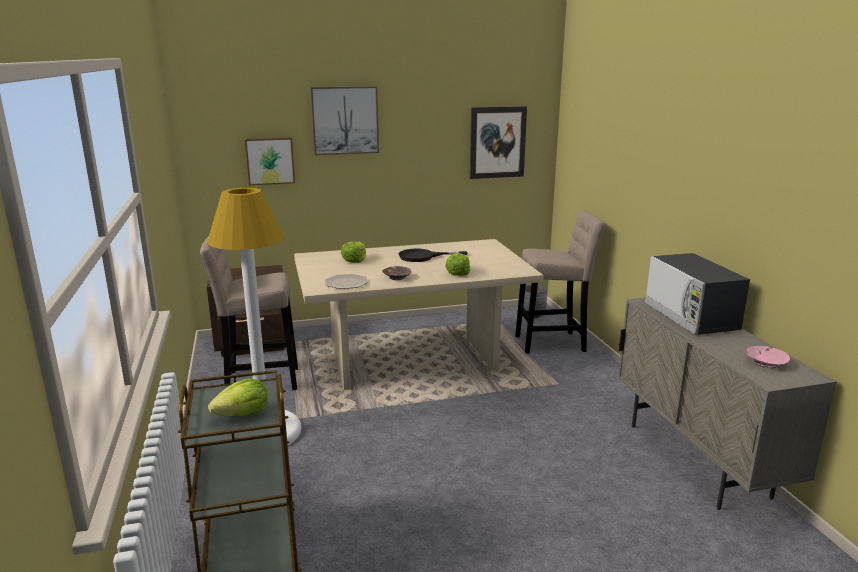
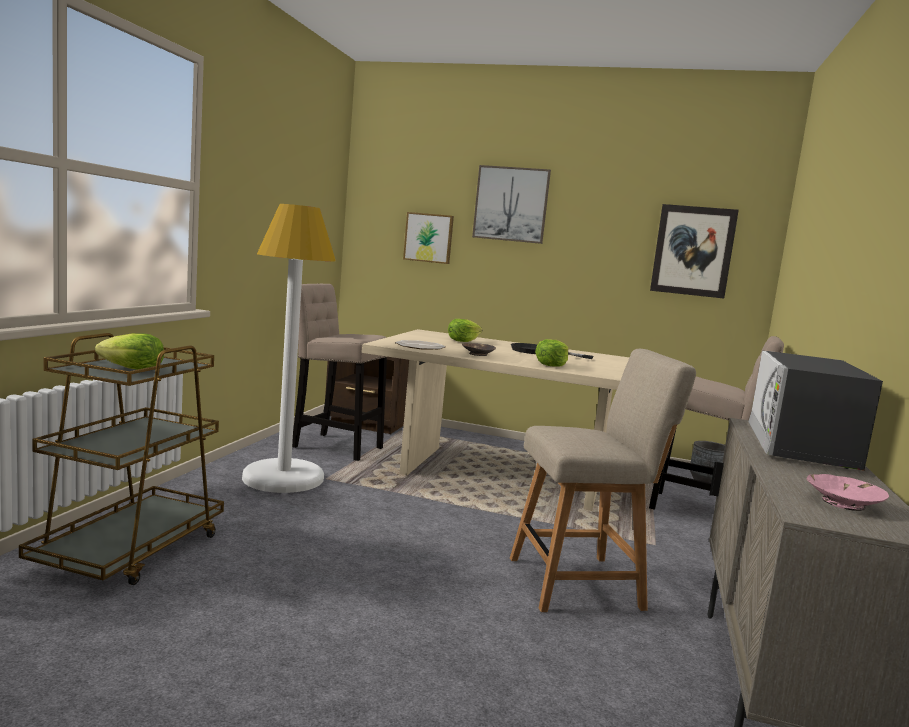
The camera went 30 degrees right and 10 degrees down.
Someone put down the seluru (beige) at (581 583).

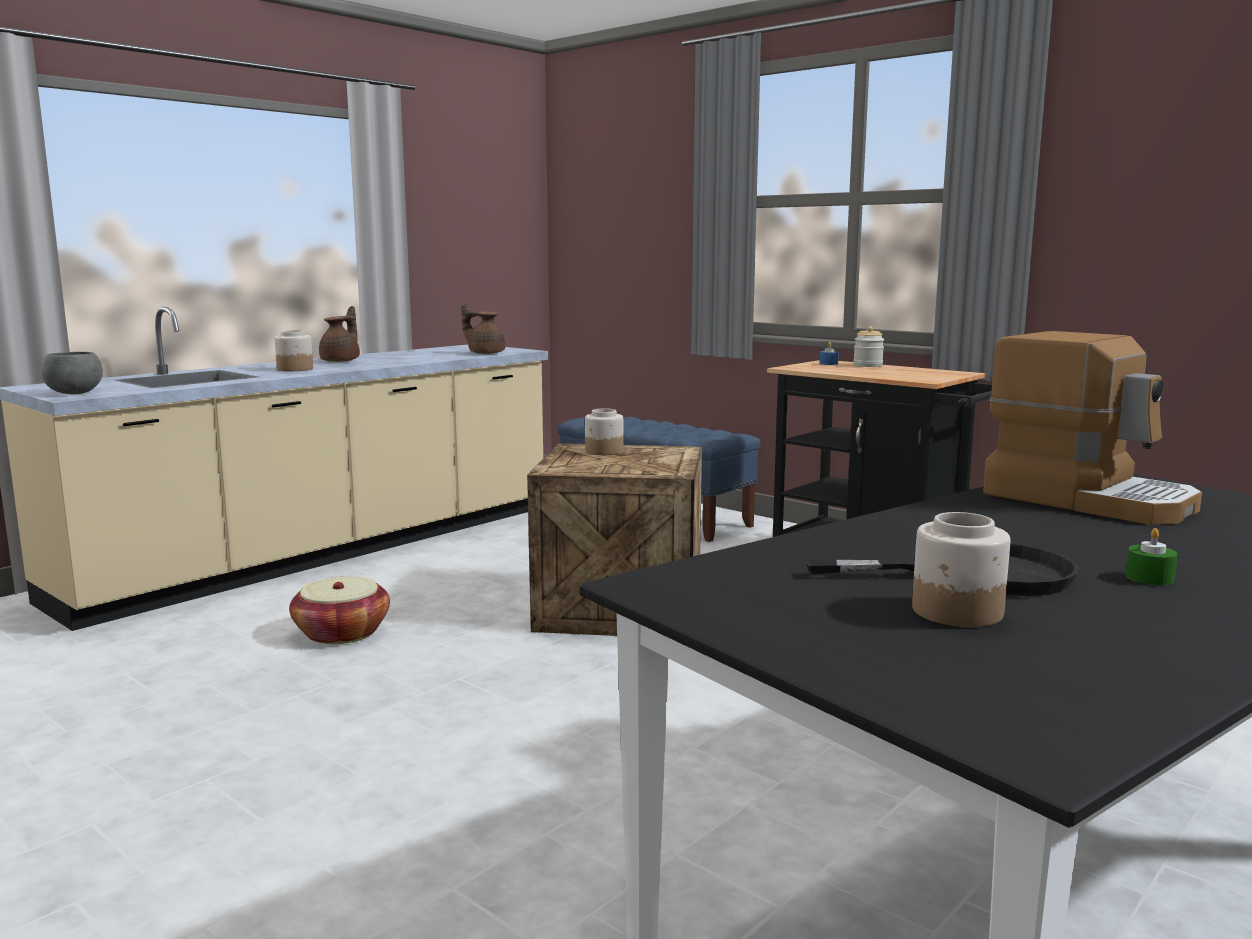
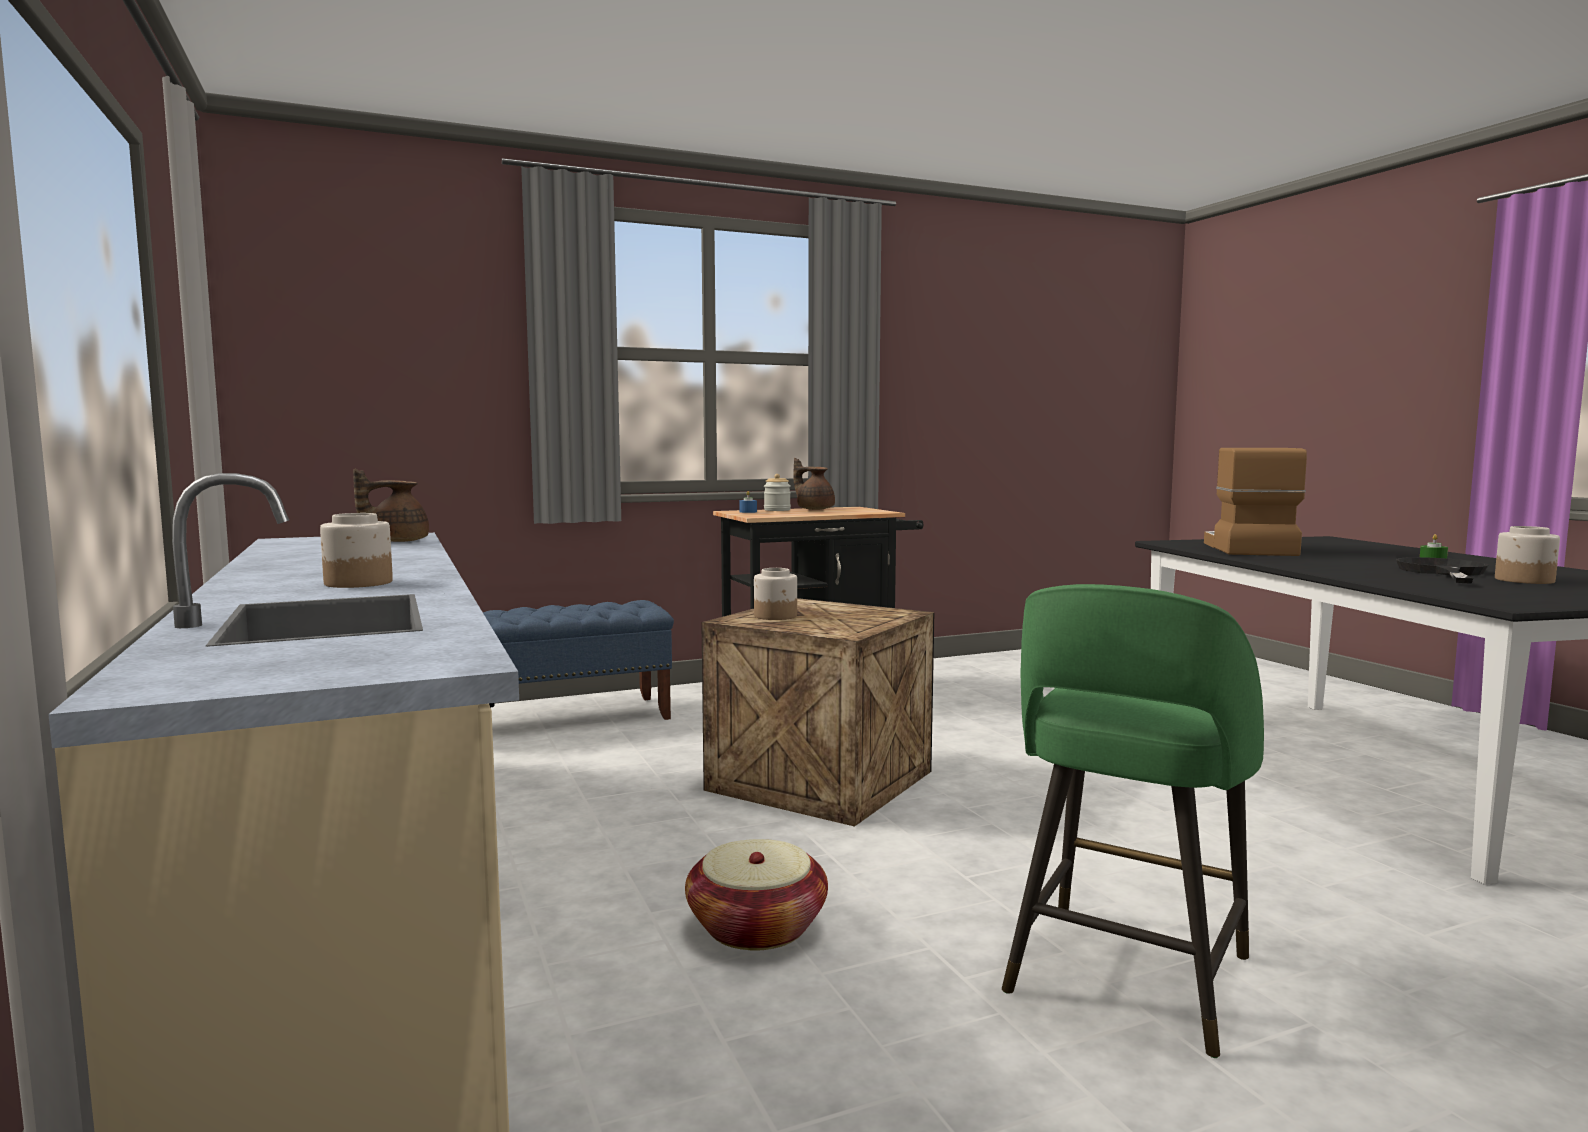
The camera went 65 degrees left and 5 degrees down.
Someone carried the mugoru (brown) from (341 361) to (814 509).
Someone rotated the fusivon at (1088 500) by 60 degrees counterclockwise.
Someone took away the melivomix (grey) at (75 394).
Someone put down the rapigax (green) at (1125 978).

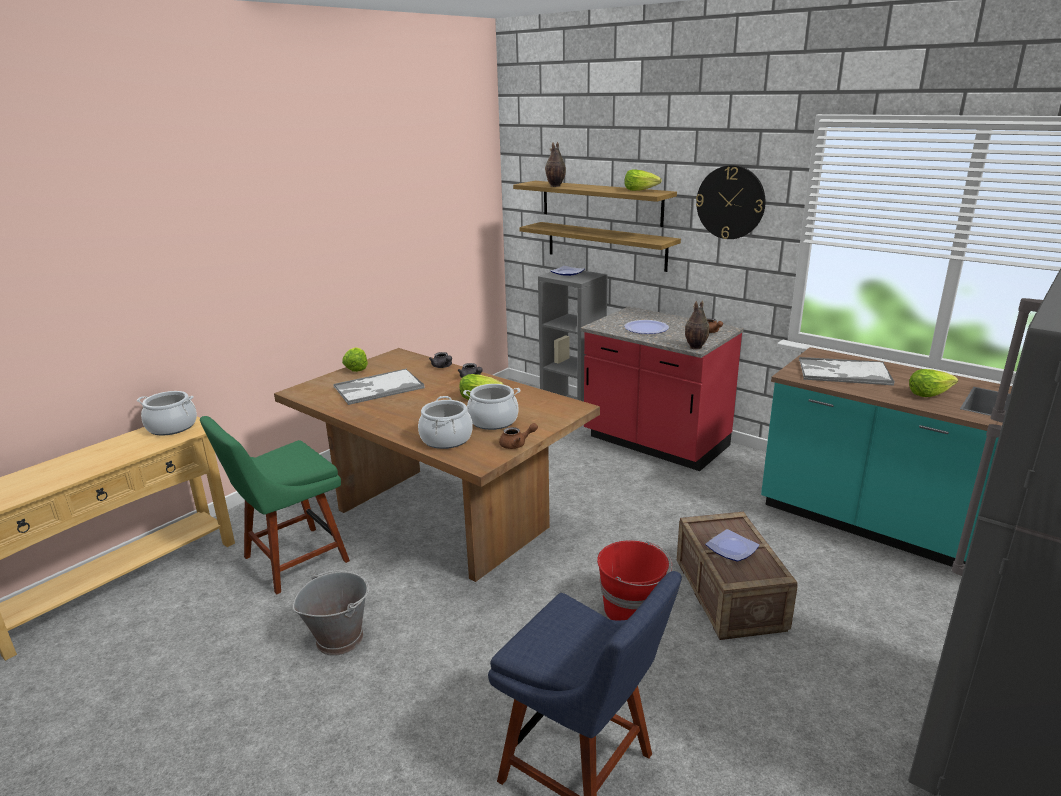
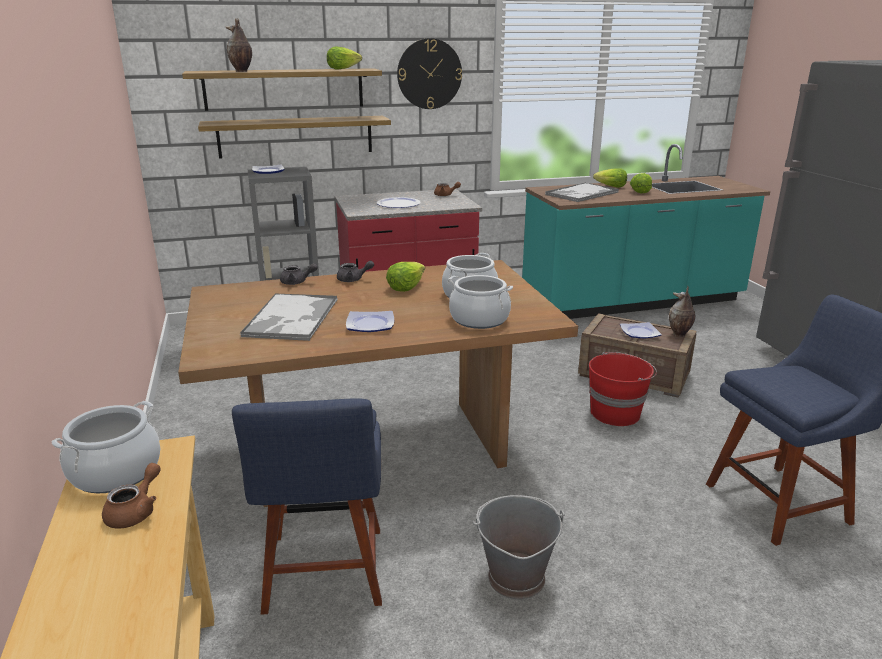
The camera went 55 degrees left and 0 degrees up.
Someone carried the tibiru from (695 347) to (679 334).
Someone carried the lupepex from (356 368) to (610 187).
Someone repainted the seluru (green) at (291 561), which became the seluru (blue) at (324 575).
Someone carried the mugoru (brown) from (516 444) to (136 512).
Someone put down the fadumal at (369 324).

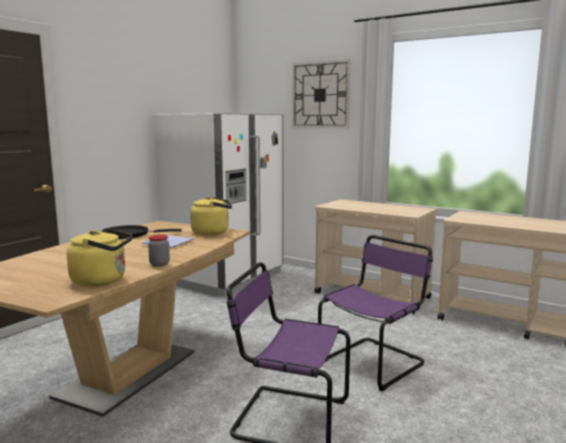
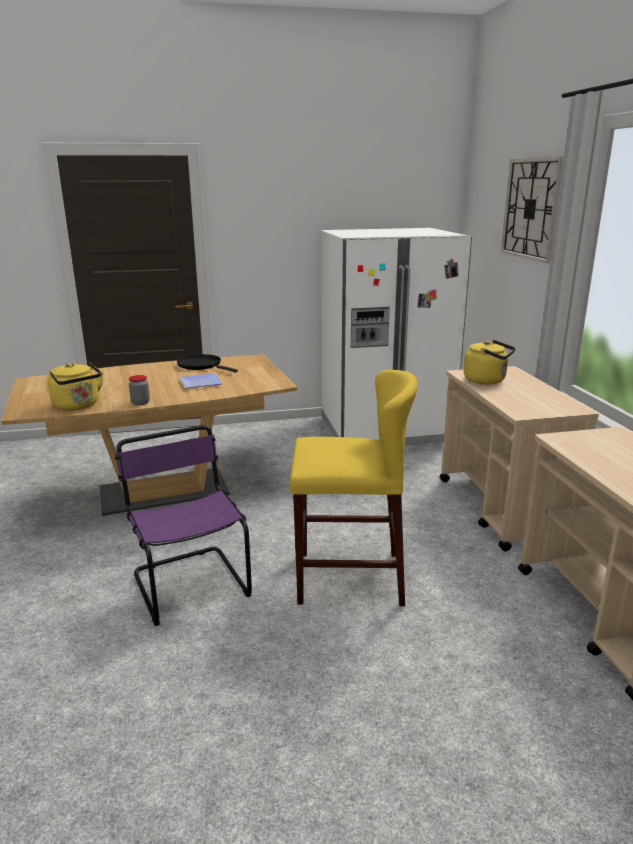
The camera went 45 degrees right and 10 degrees up.
Someone carried the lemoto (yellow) from (213 232) to (487 381).
Someone swapped the seluru (purple) at (374 362) for the rapigax (yellow) at (349 577).

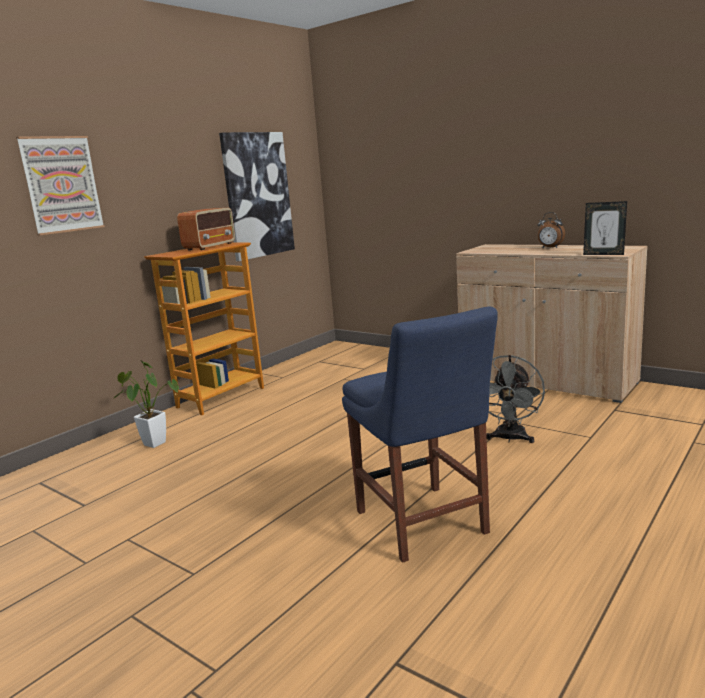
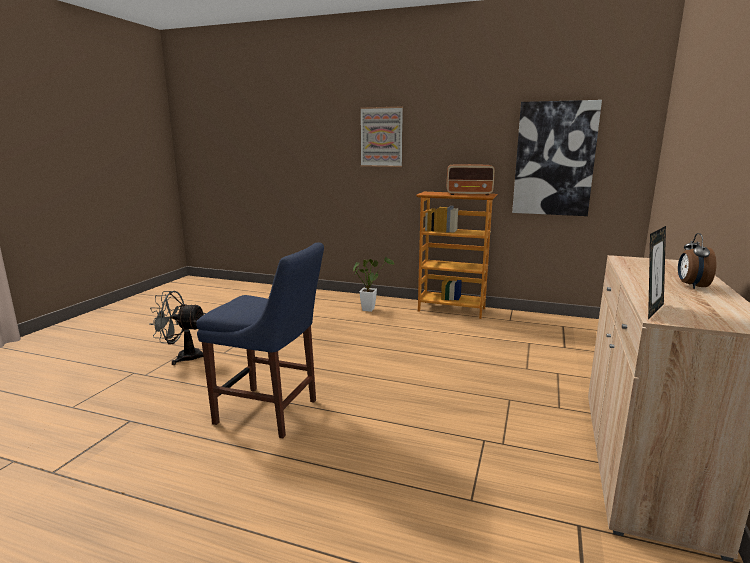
The camera went 70 degrees right and 0 degrees up.
Someone rotated the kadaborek at (603 254) by 150 degrees counterclockwise.
Someone rotated the seluru (blue) at (423 525) by 120 degrees counterclockwise.
Someone carried the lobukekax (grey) from (510 439) to (183 357).

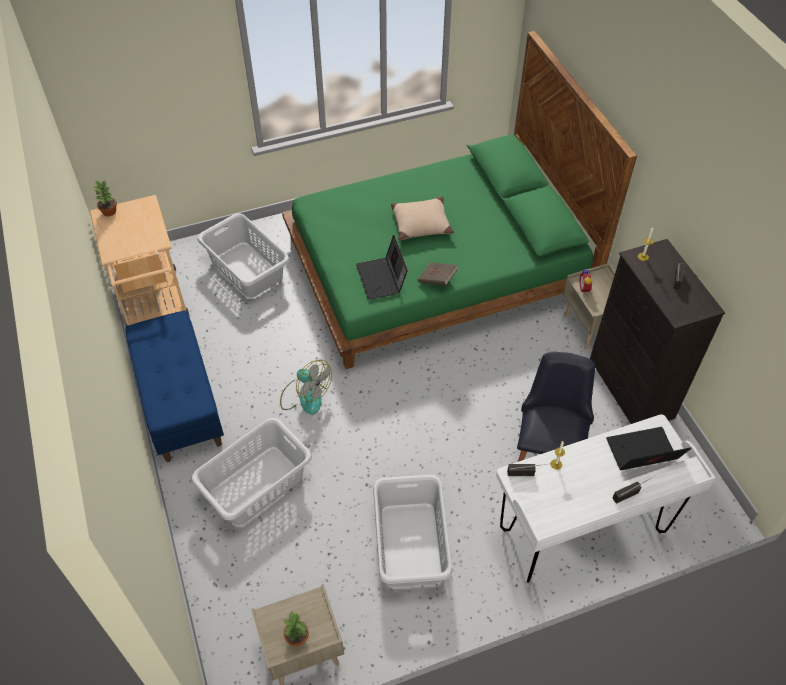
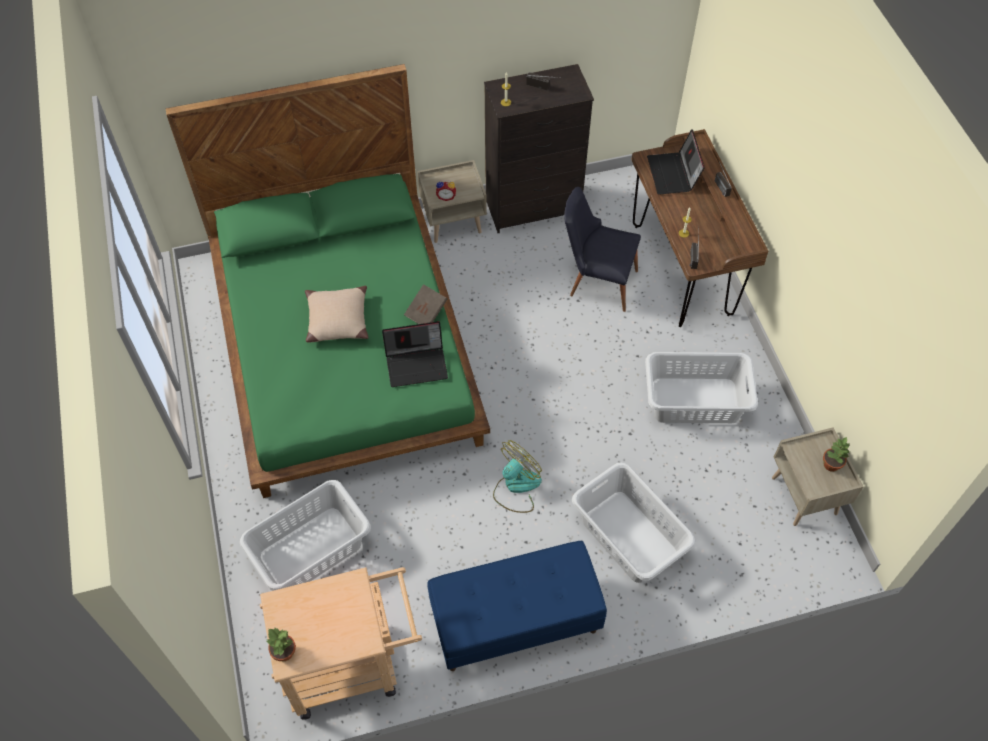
The camera went 85 degrees left and 5 degrees up.
Someone repainted the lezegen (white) at (582 532), which became the lezegen (brown) at (681 269).

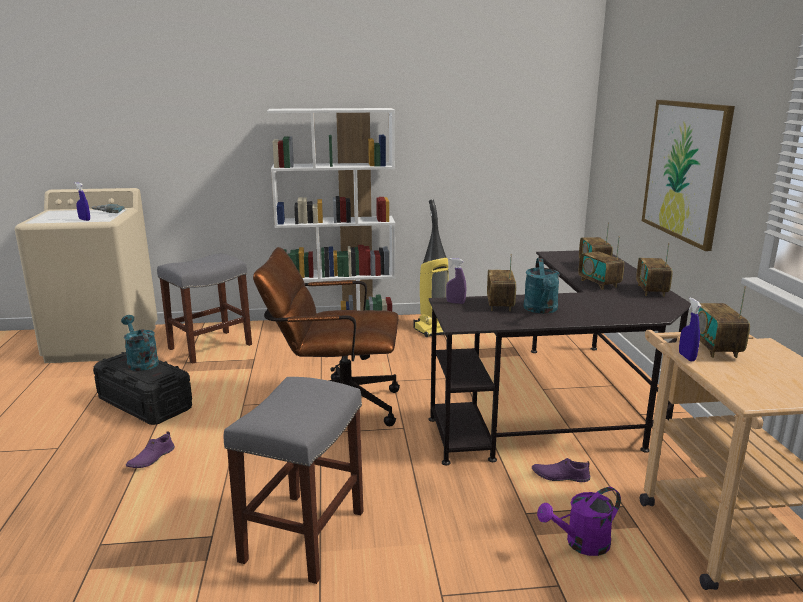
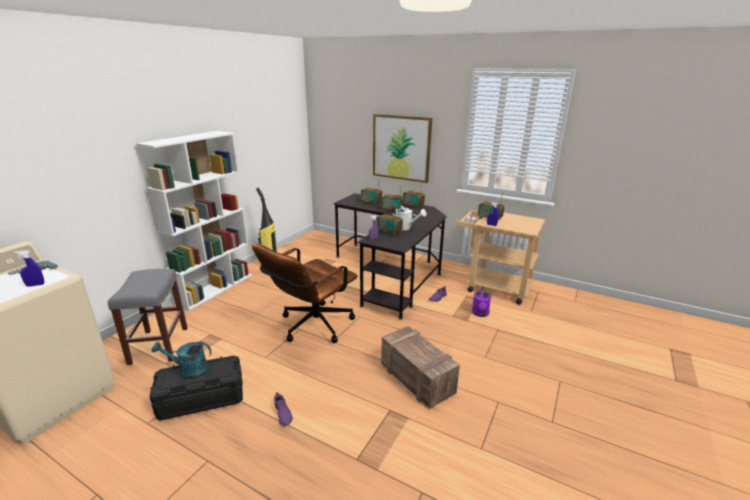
The camera went 55 degrees left and 5 degrees up.
Someone repainted the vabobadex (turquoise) at (541 310), which became the vabobadex (white) at (406 228).
Someone swapped the rapigax (grey) at (303 537) for the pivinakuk at (418 379).

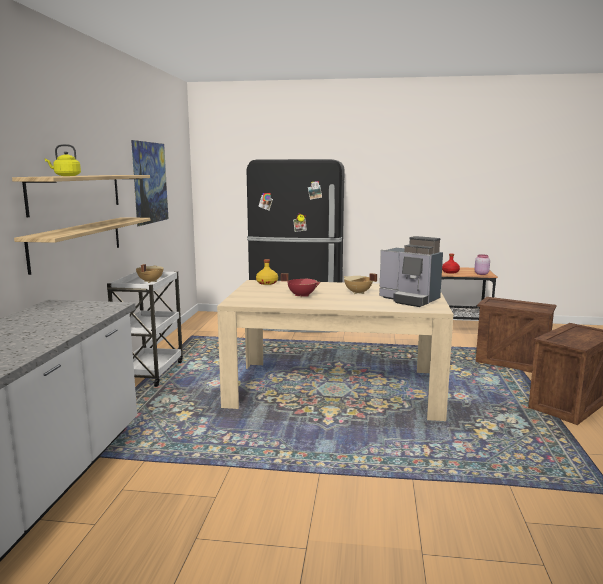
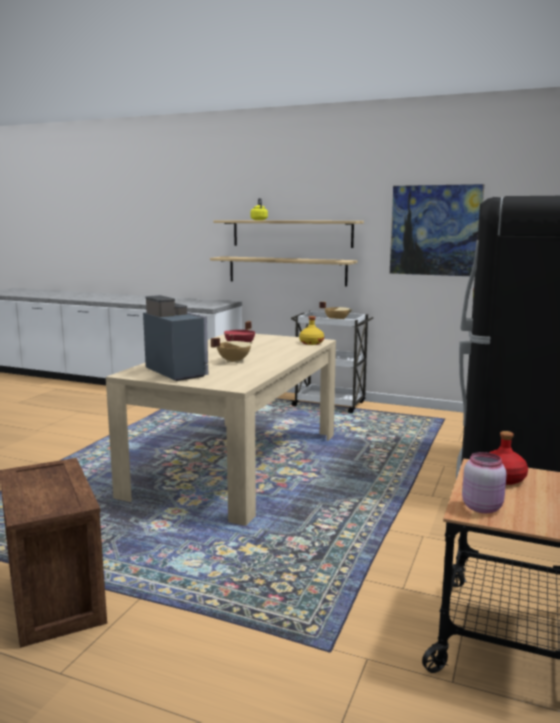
The camera went 105 degrees right and 0 degrees up.
Someone rotated the fusivon at (410 300) by 90 degrees clockwise.
Someone took away the pivinakuk at (512 362).

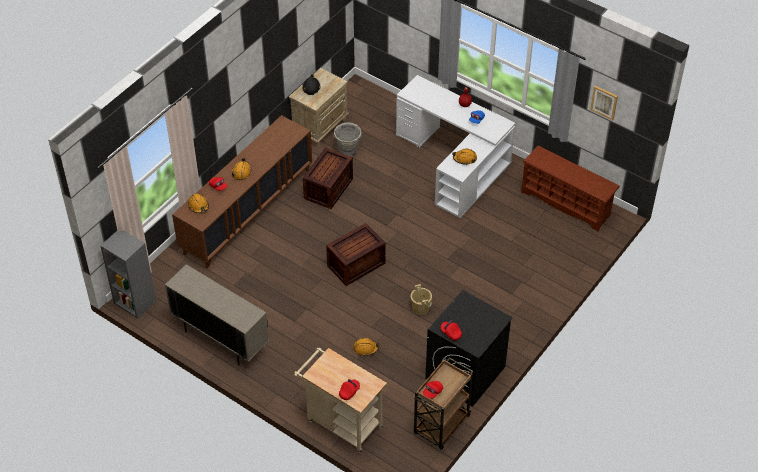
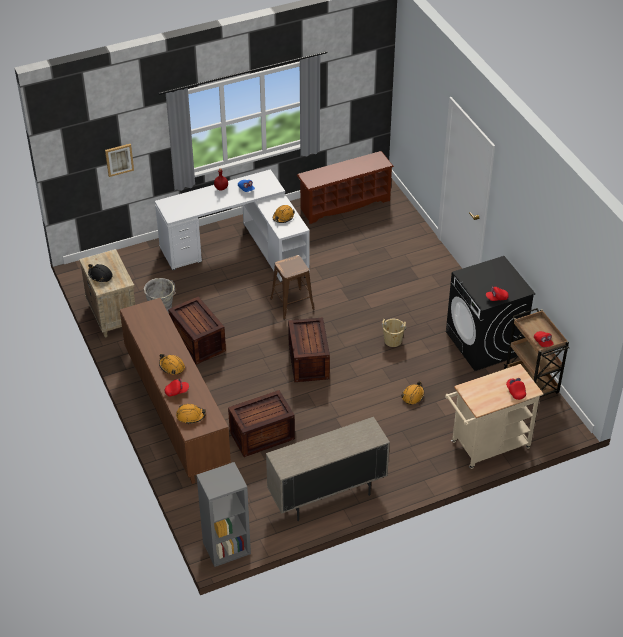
The camera went 60 degrees left and 5 degrees down.
Someone carried the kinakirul from (604 102) to (119 159).
Someone put down the rapigax (brown) at (292 304).
Someone put down the pivinakuk at (263 435).

